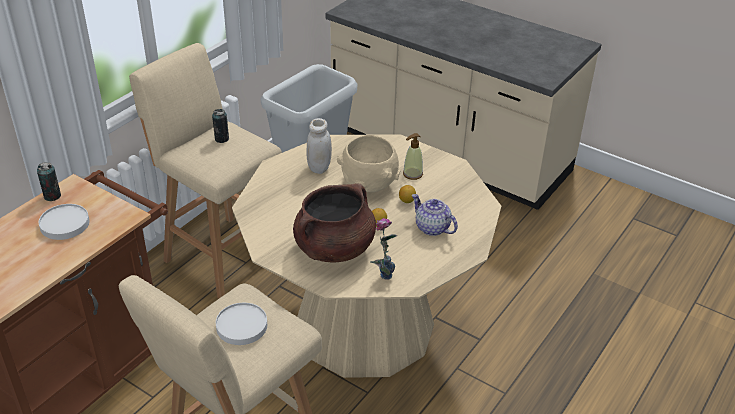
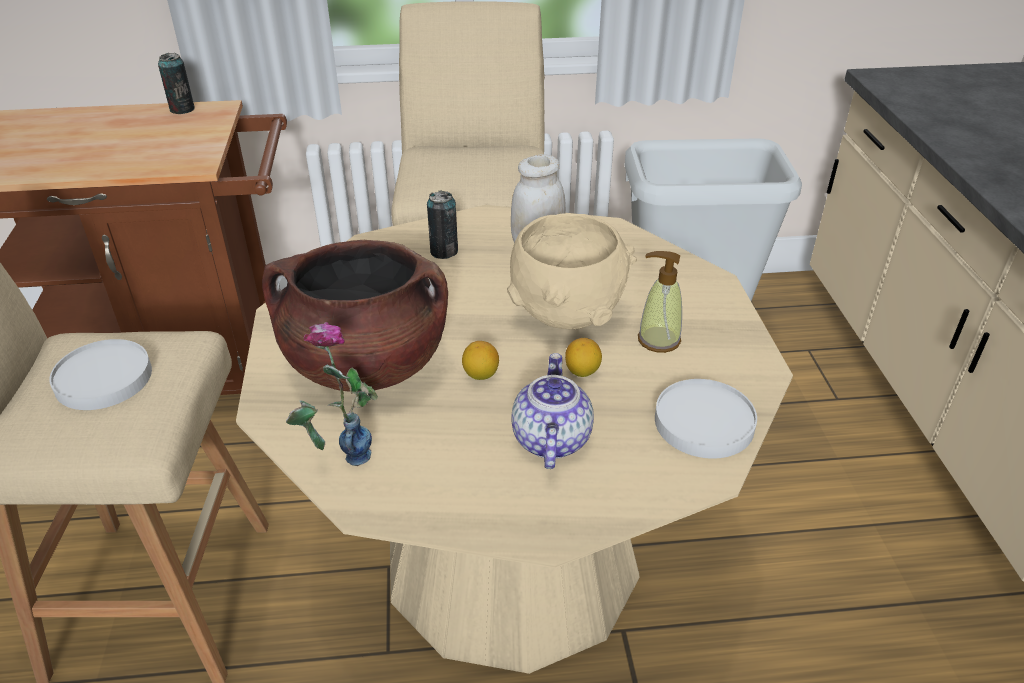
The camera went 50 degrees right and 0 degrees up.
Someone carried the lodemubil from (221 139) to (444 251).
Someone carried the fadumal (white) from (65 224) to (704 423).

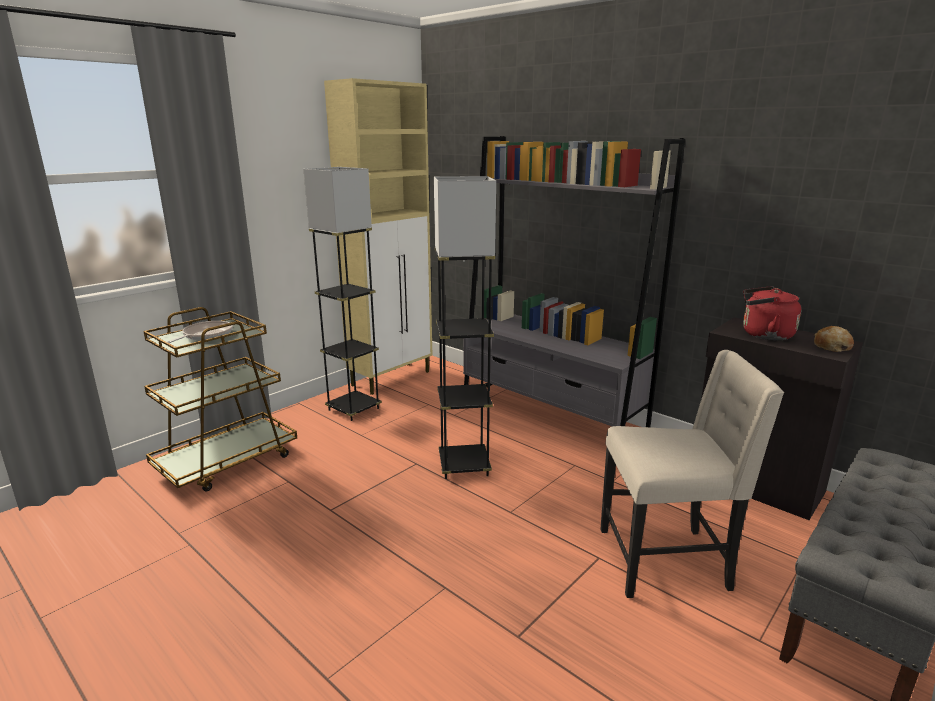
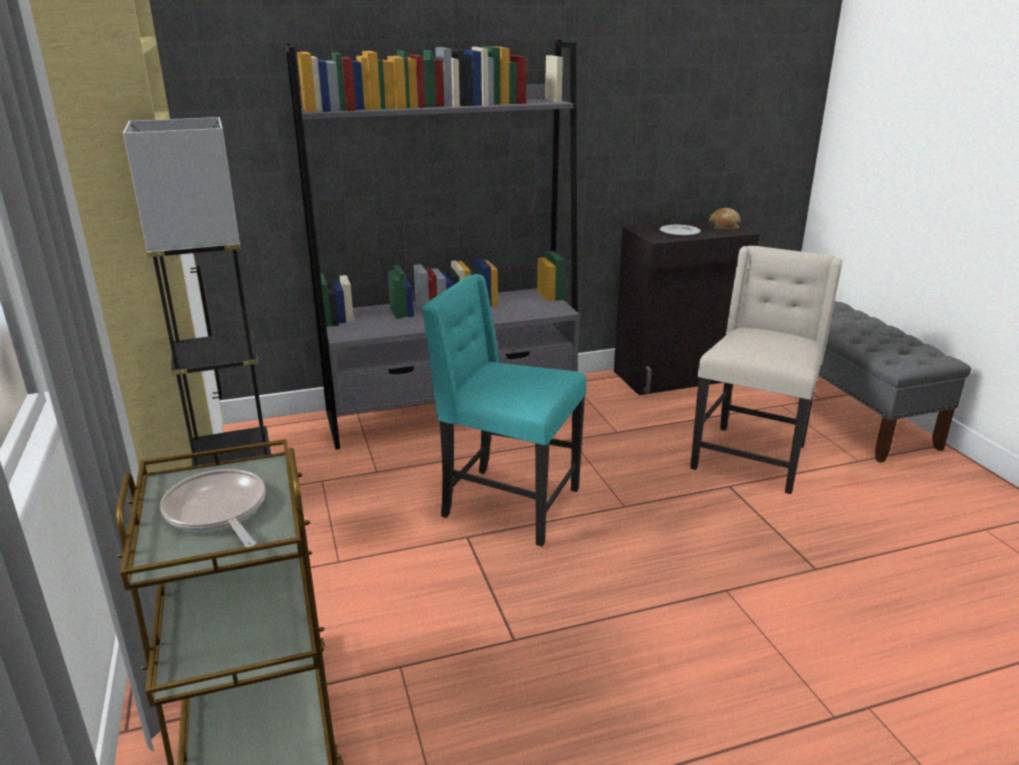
The camera went 60 degrees left and 5 degrees up.
Someone swapped the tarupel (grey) at (464 466) for the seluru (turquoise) at (507 504).
Someone swapped the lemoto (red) at (763 335) for the fadumal at (679 233).

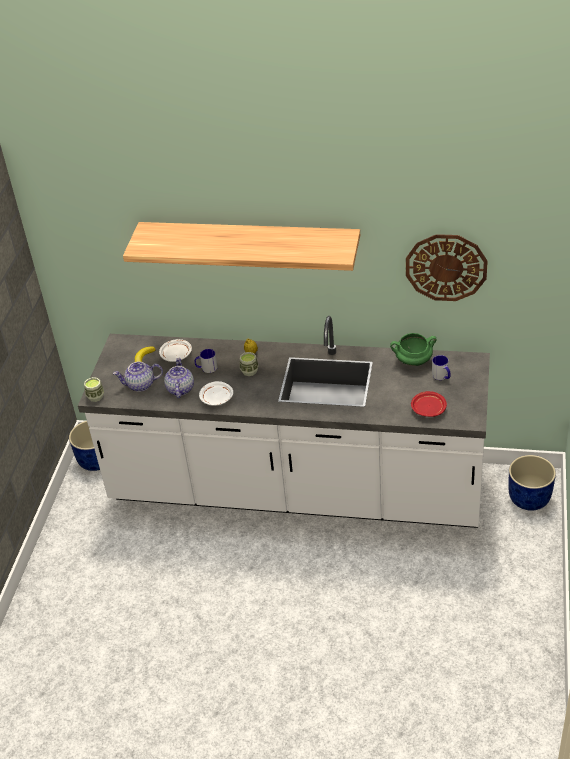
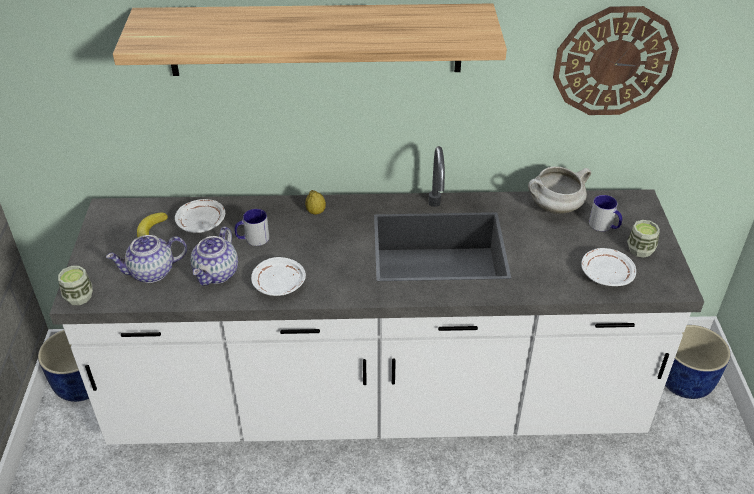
The camera went 15 degrees left and 0 degrees up.
Someone repainted the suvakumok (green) at (413 361), which became the suvakumok (white) at (554 208).
Someone carried the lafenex from (249 371) to (640 250).
Someone rotated the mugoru at (180 389) by 150 degrees counterclockwise.
Someone repainted the fadumal (red) at (428 409), which became the fadumal (white) at (606 274).

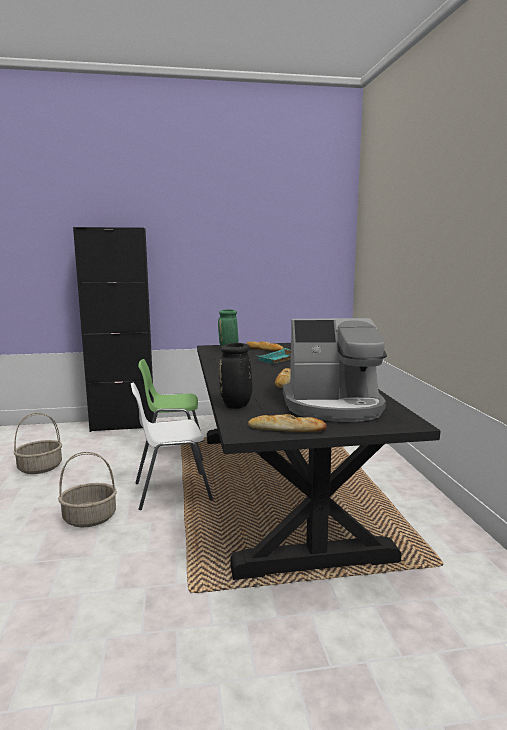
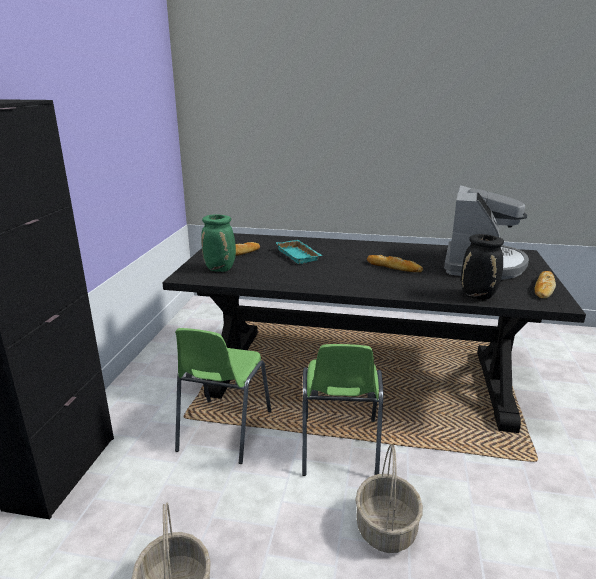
The camera went 70 degrees left and 10 degrees up.
Someone repainted the seluru (white) at (171 491), which became the seluru (green) at (339 447).

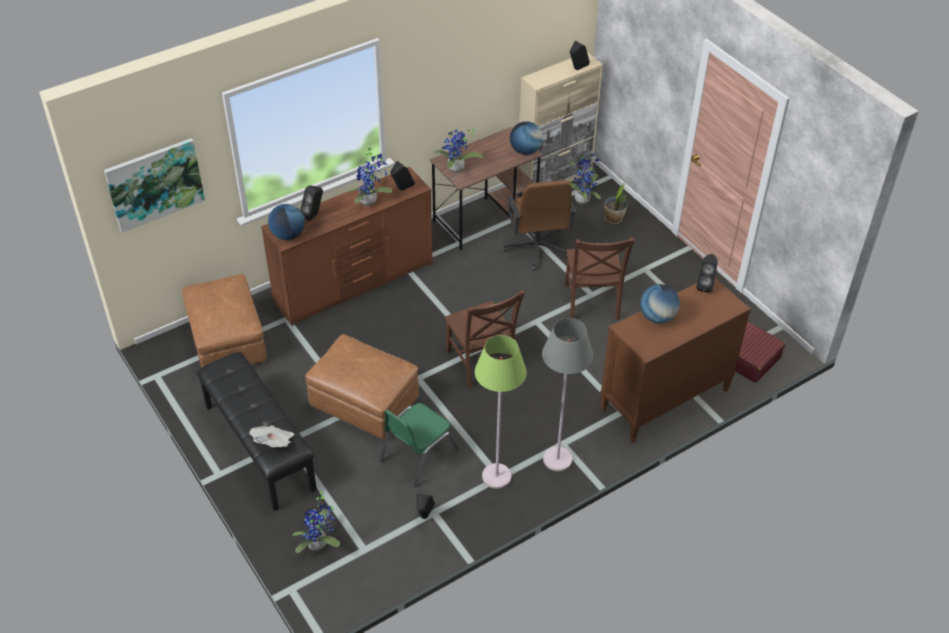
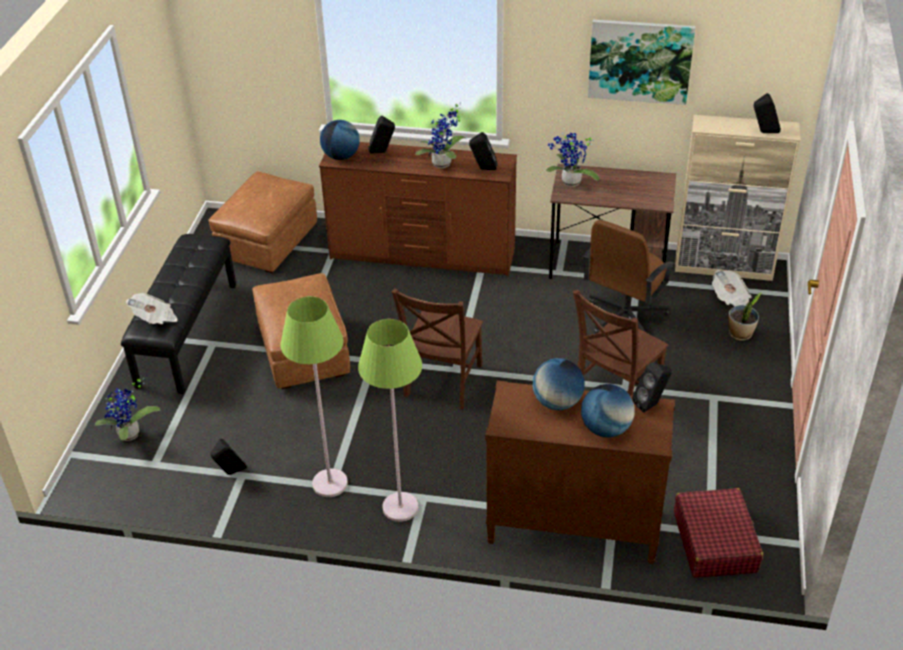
The camera went 45 degrees right and 5 degrees down.
Someone carried the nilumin from (525 151) to (606 429).
Someone carried the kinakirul from (155 184) to (640 61).
Someone swapped the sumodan at (582 199) for the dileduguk at (730 299).
Someone repainted the tarupel (grey) at (557 459), which became the tarupel (green) at (400 507).
Someone took away the seluru (green) at (418 455).

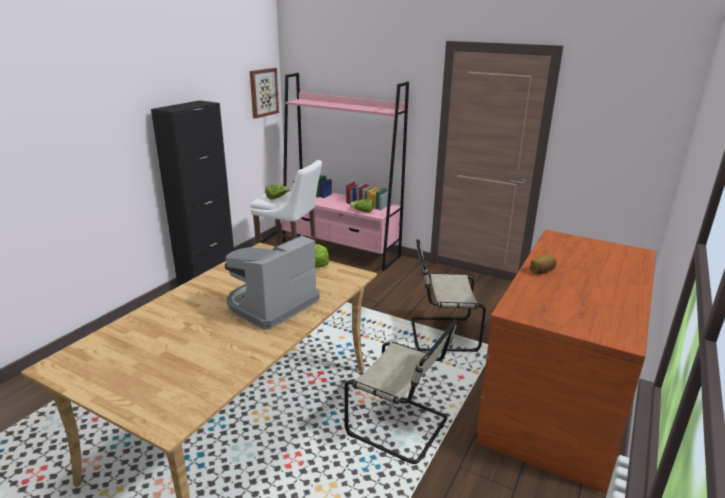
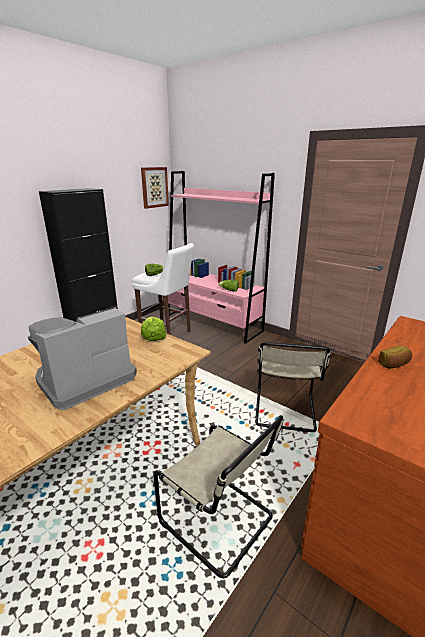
The camera went 10 degrees right and 0 degrees up.
Someone rotated the seluru (beige) at (440 334) by 90 degrees counterclockwise.

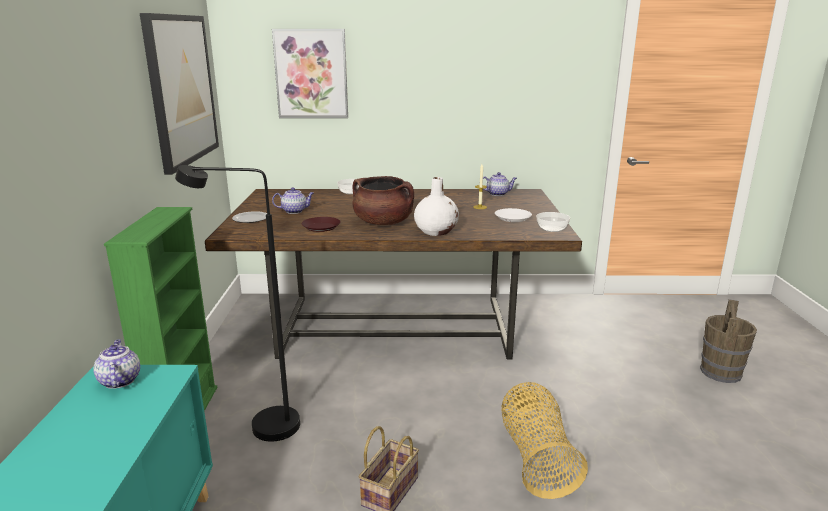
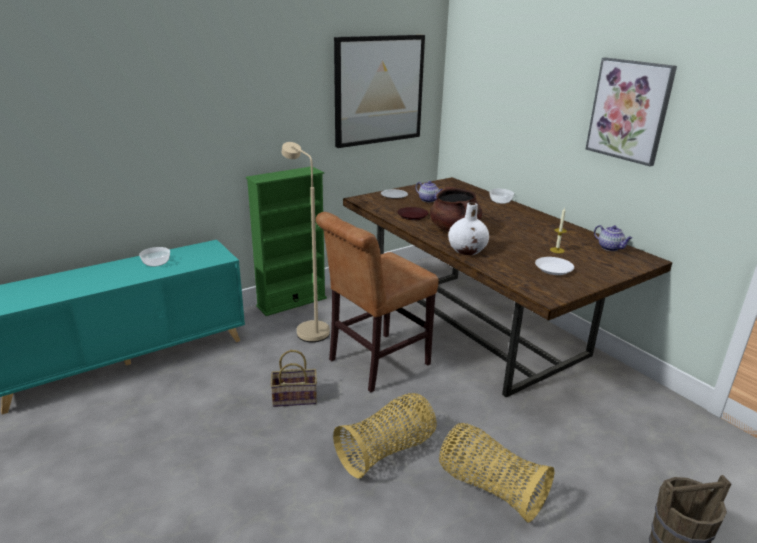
The camera went 55 degrees right and 5 degrees up.
Someone carried the kinakirul from (311 74) to (629 110).
Someone repainted the tarupel (black) at (263 425), which became the tarupel (beige) at (309 329).
Someone carried the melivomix from (551 229) to (156 263).
Someone took away the mugoru at (119 380).
Someone put down the seluru (brown) at (374 363).
Someone put down the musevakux at (489 487).

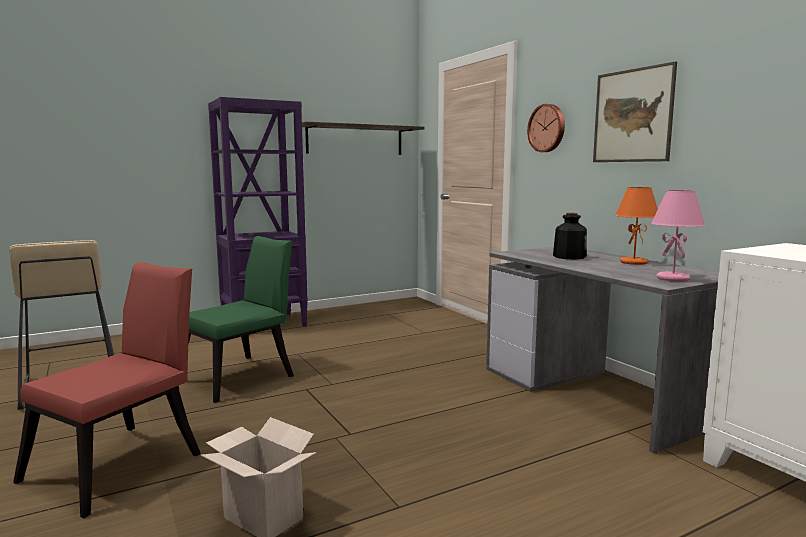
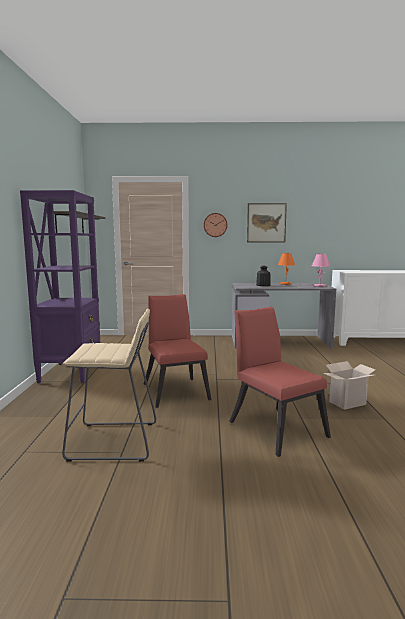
The camera went 60 degrees left and 0 degrees up.
Someone repainted the seluru (green) at (241 377), which became the seluru (red) at (175 390).

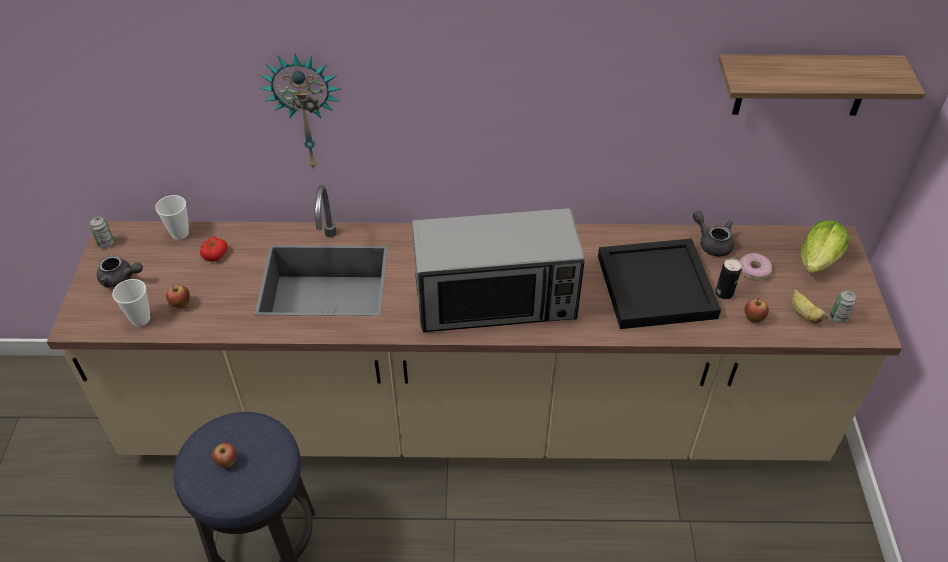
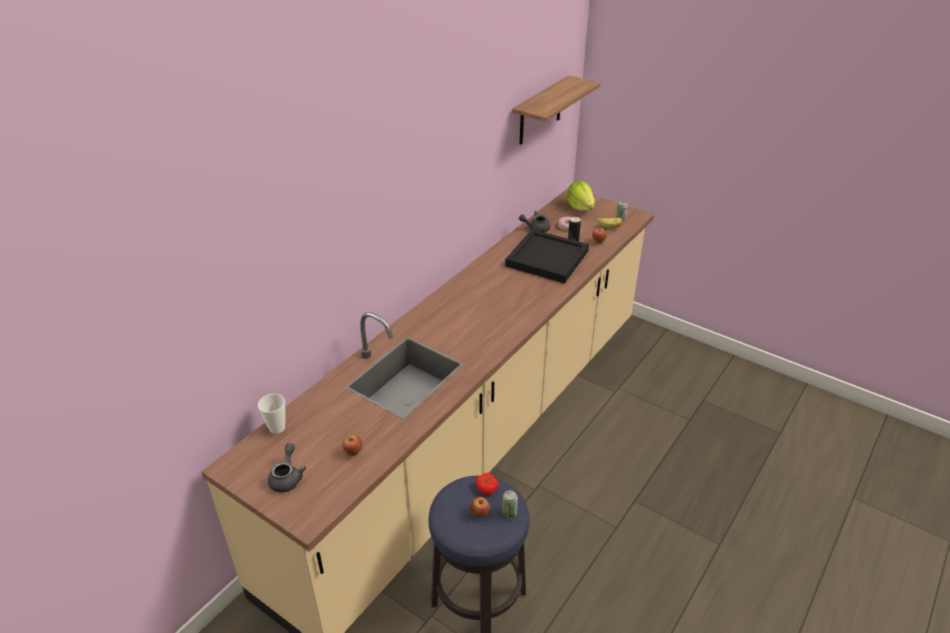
The camera went 55 degrees left and 10 degrees down.
Someone took away the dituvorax at (305 111).
Someone took away the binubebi at (496 300).
Someone carried the lodemubil from (106 243) to (509 513).
Someone carried the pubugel from (215 254) to (486 488).
Someone rotated the mugoru (grey) at (120 279) by 45 degrees counterclockwise.
Someone took away the lafenex at (140 319).

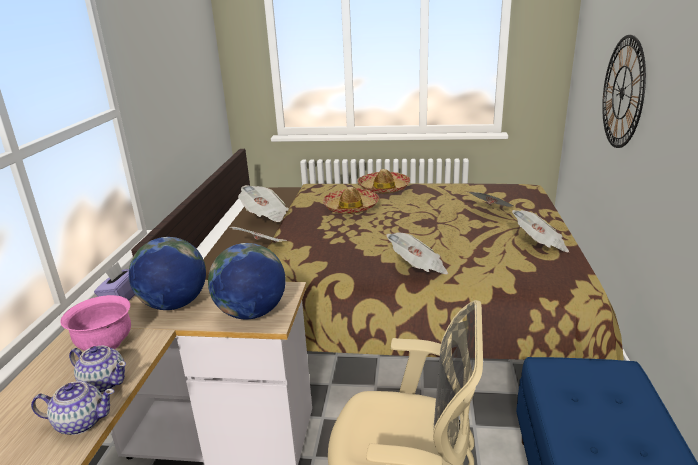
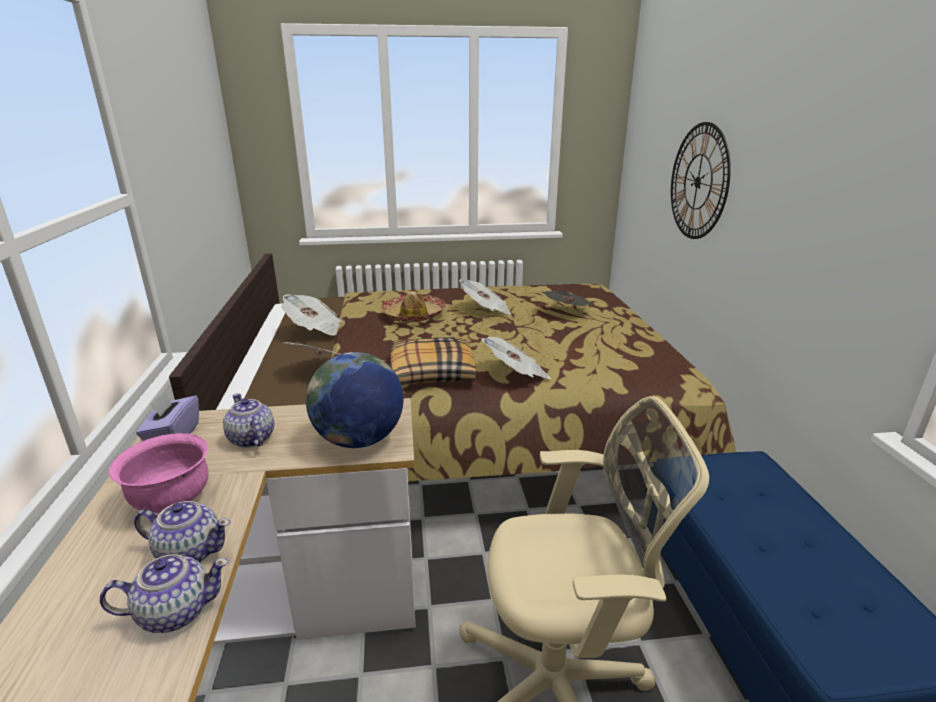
The camera went 15 degrees left and 0 degrees up.
Someone took away the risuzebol at (383 188).
Someone carried the dileduguk from (539 244) to (486 310).
Someone swapped the nilumin at (174 304) for the mugoru at (251 439).
Someone put down the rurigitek at (431 372).

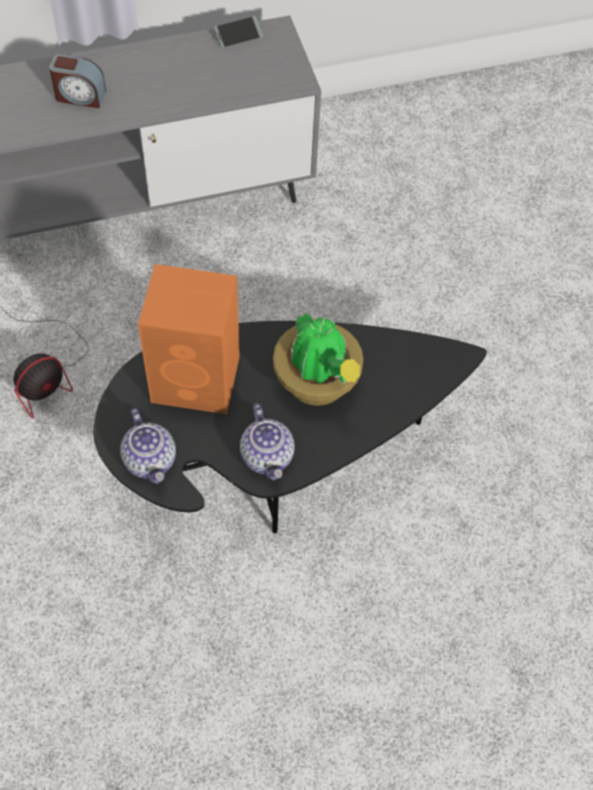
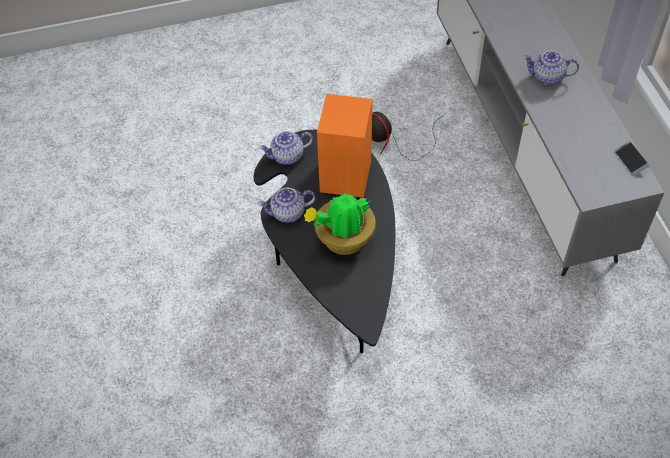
The camera went 95 degrees right and 5 degrees down.
Someone swapped the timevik at (80 96) for the mugoru at (547 77).

